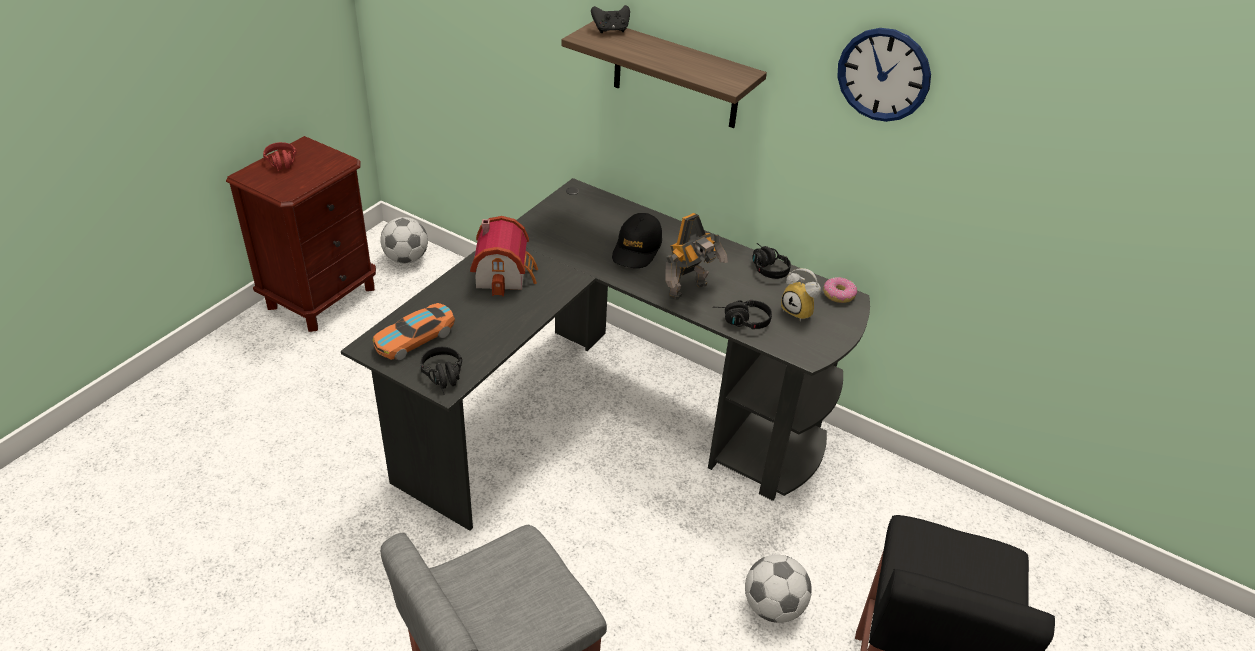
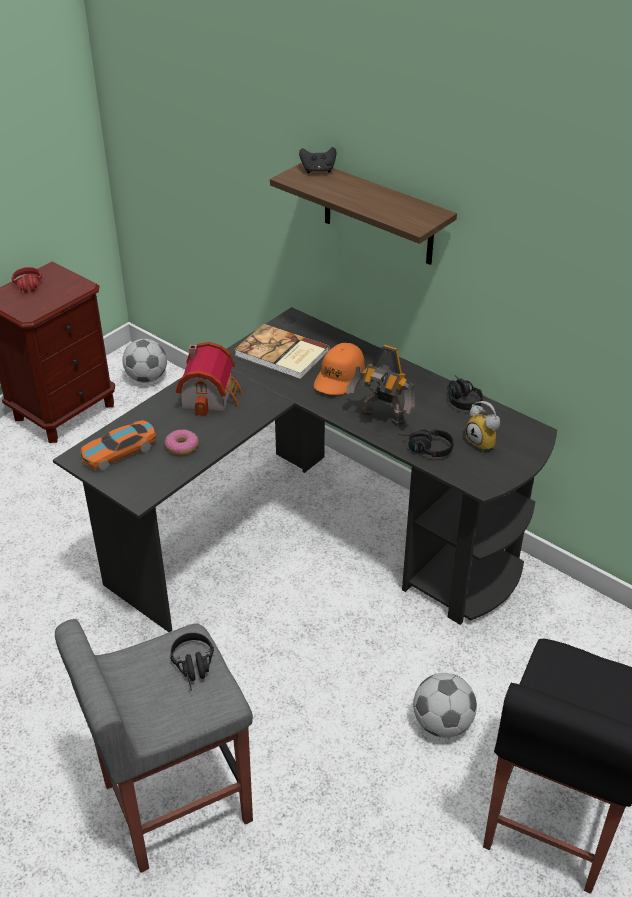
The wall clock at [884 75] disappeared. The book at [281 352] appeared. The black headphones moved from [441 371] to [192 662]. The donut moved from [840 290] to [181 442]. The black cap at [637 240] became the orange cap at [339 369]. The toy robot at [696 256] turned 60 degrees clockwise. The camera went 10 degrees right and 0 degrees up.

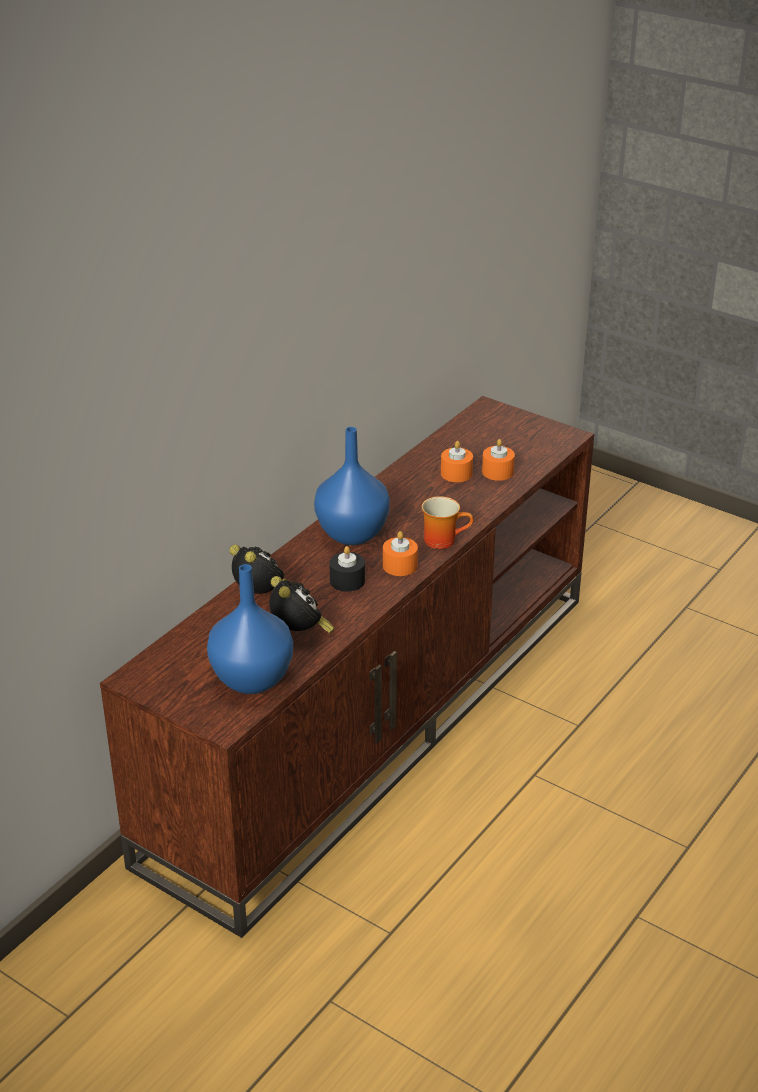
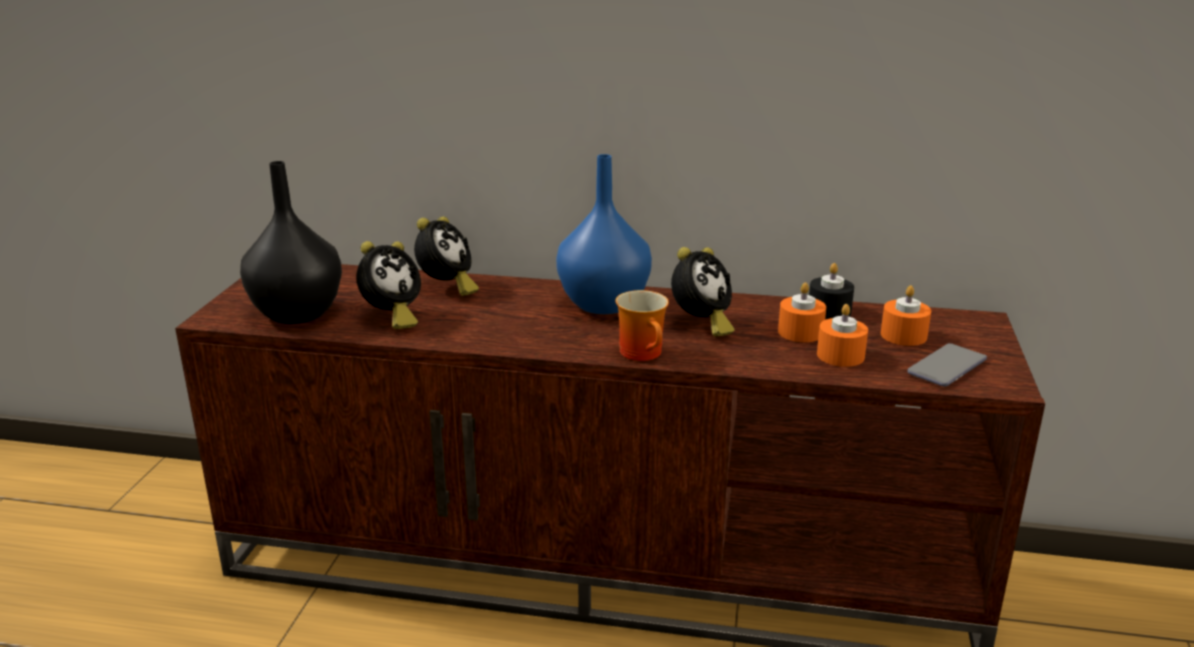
The alarm clock at [702 292] appeared. The phone at [947 365] appeared. The black candle moved from [347 569] to [831 291]. The orange candle moved from [400 553] to [906 315]. The blue vase at [250 629] became the black vase at [291 242]. The camera went 65 degrees right and 10 degrees down.

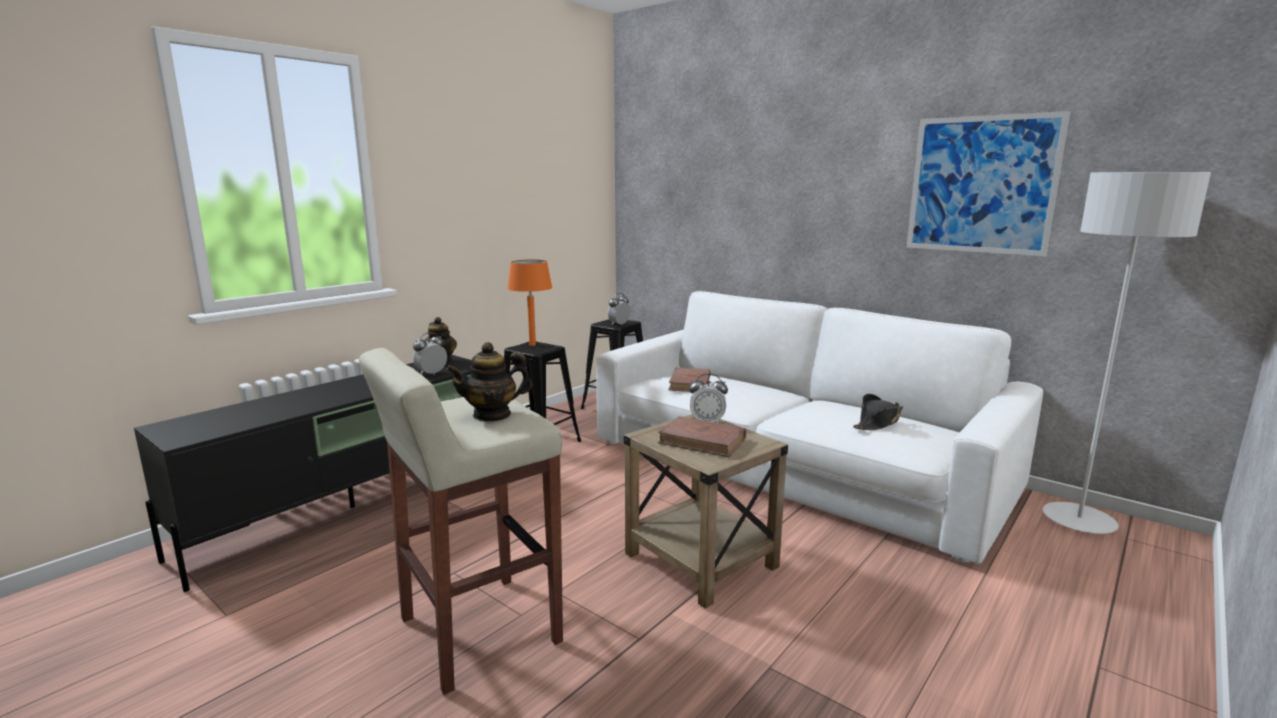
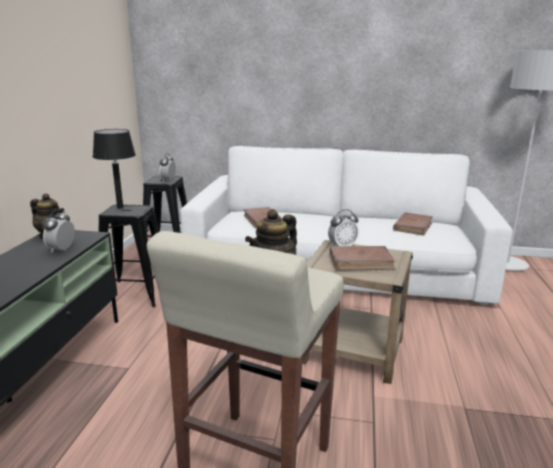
The picture at [988 183] disappeared. The black hat at [878 412] was replaced by the brown book at [413 223]. The orange table lamp at [530 303] became the black table lamp at [114 169]. The camera went 30 degrees left and 5 degrees up.

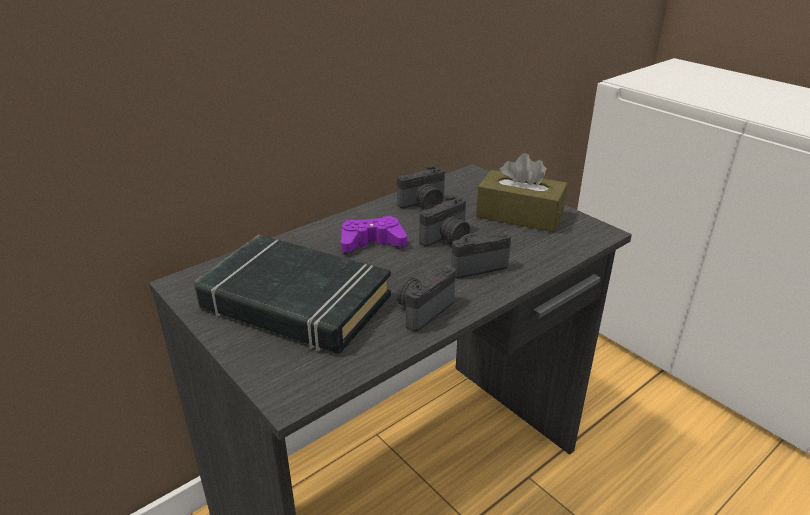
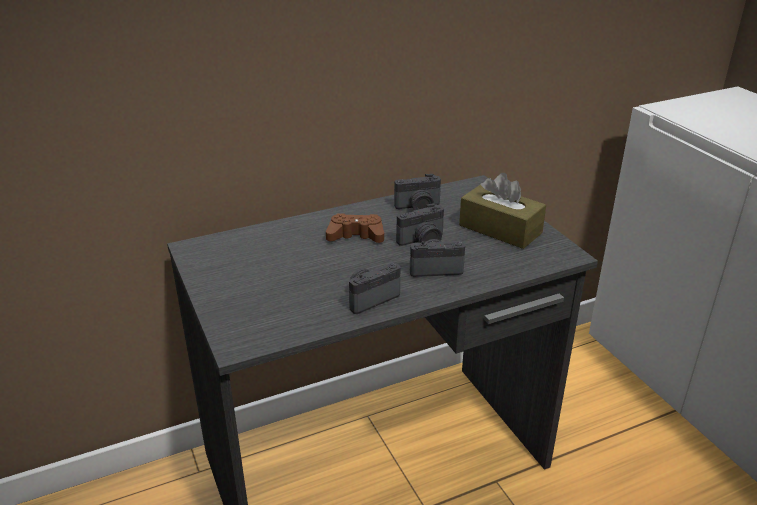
The black book at [292 294] disappeared. The purple game controller at [374 234] became the brown game controller at [355 228]. The camera went 15 degrees right and 0 degrees up.

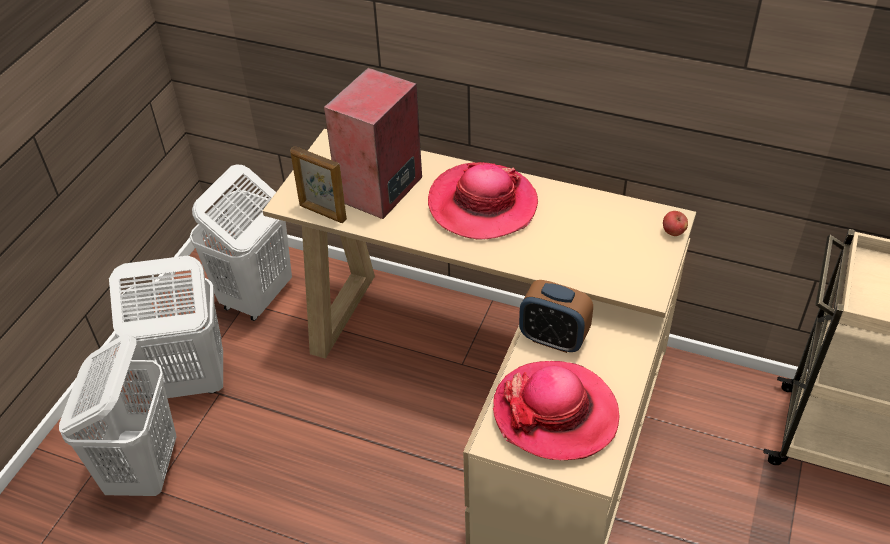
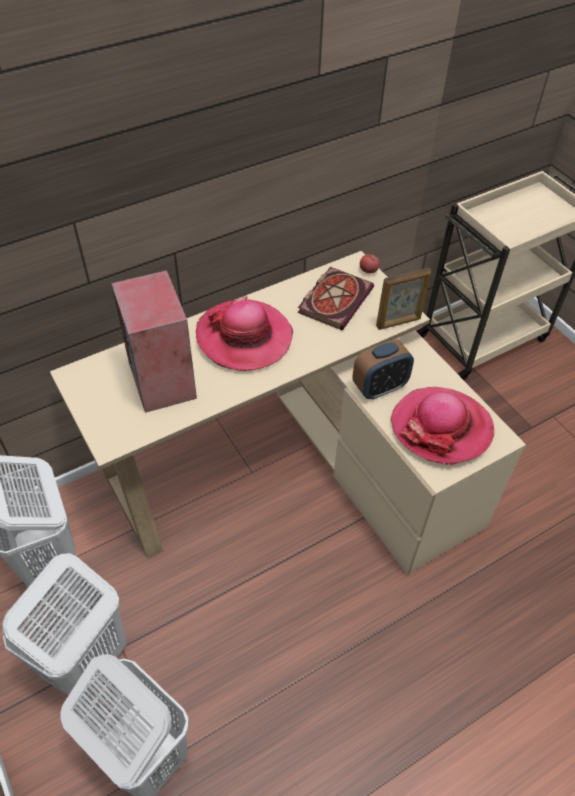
The book at [336 298] appeared. The picture frame moved from [318 184] to [403 299]. The camera went 55 degrees left and 5 degrees up.

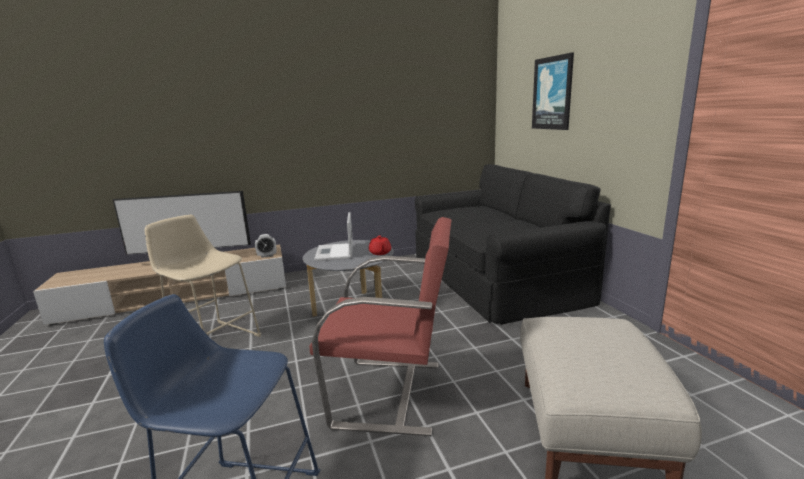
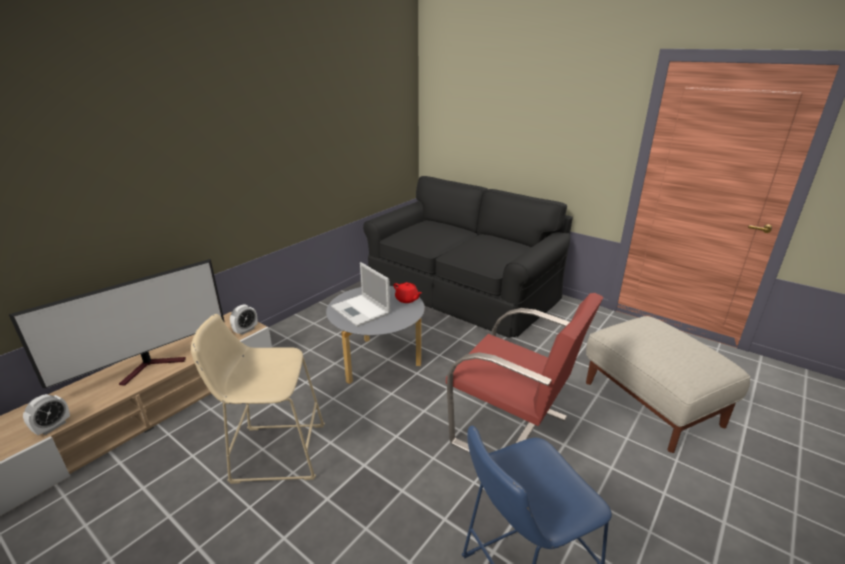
The picture at [553 91] disappeared. The alarm clock at [46 414] appeared. The red armchair at [381 326] turned 60 degrees clockwise. The camera went 35 degrees left and 10 degrees up.

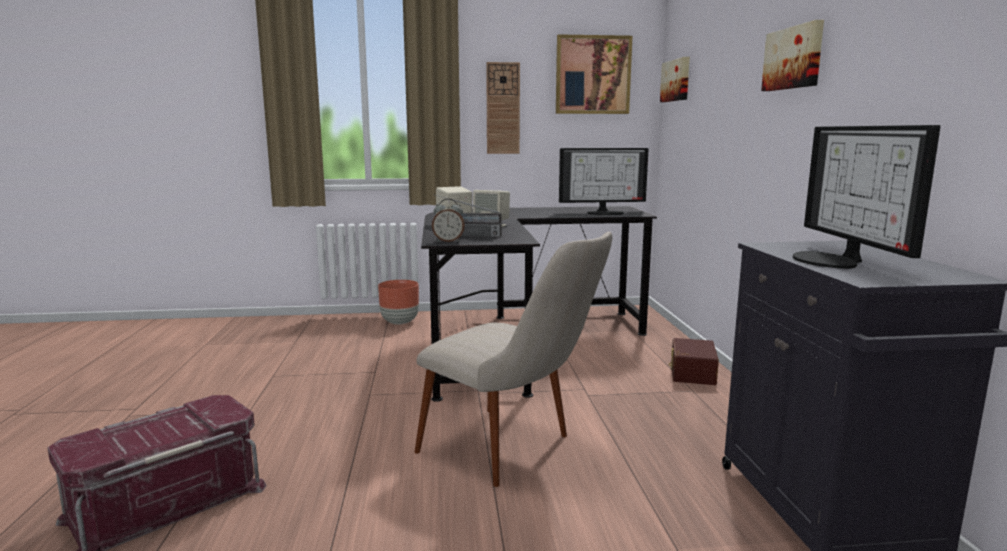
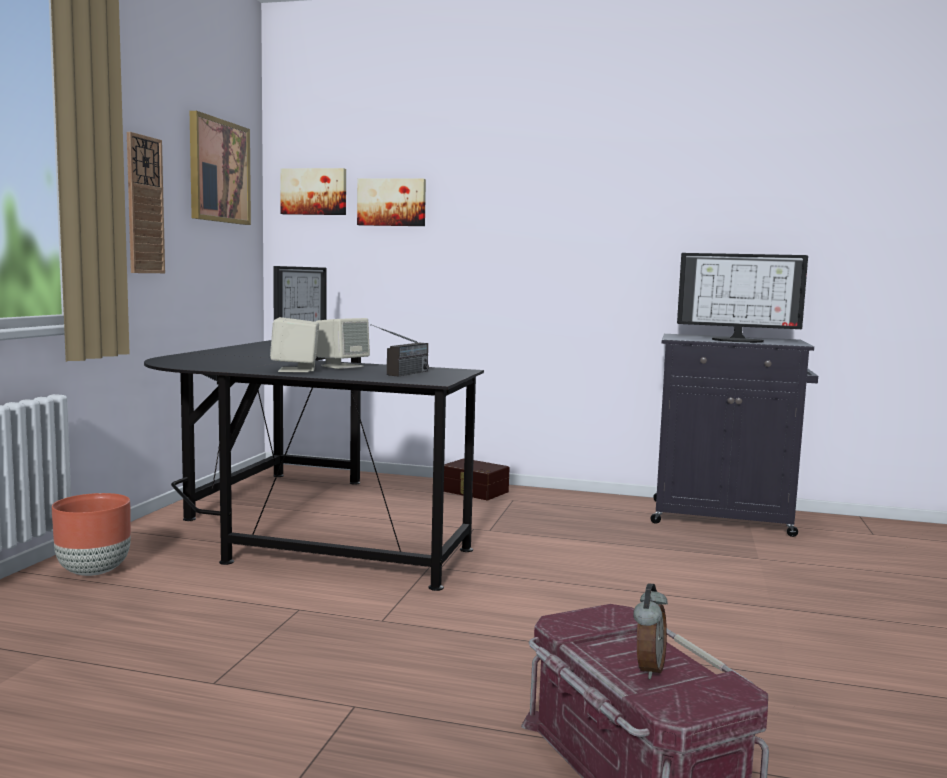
The beige chair at [513 359] disappeared. The alarm clock moved from [448 220] to [650 631]. The picture moved from [792 55] to [391 202]. The camera went 70 degrees left and 5 degrees down.

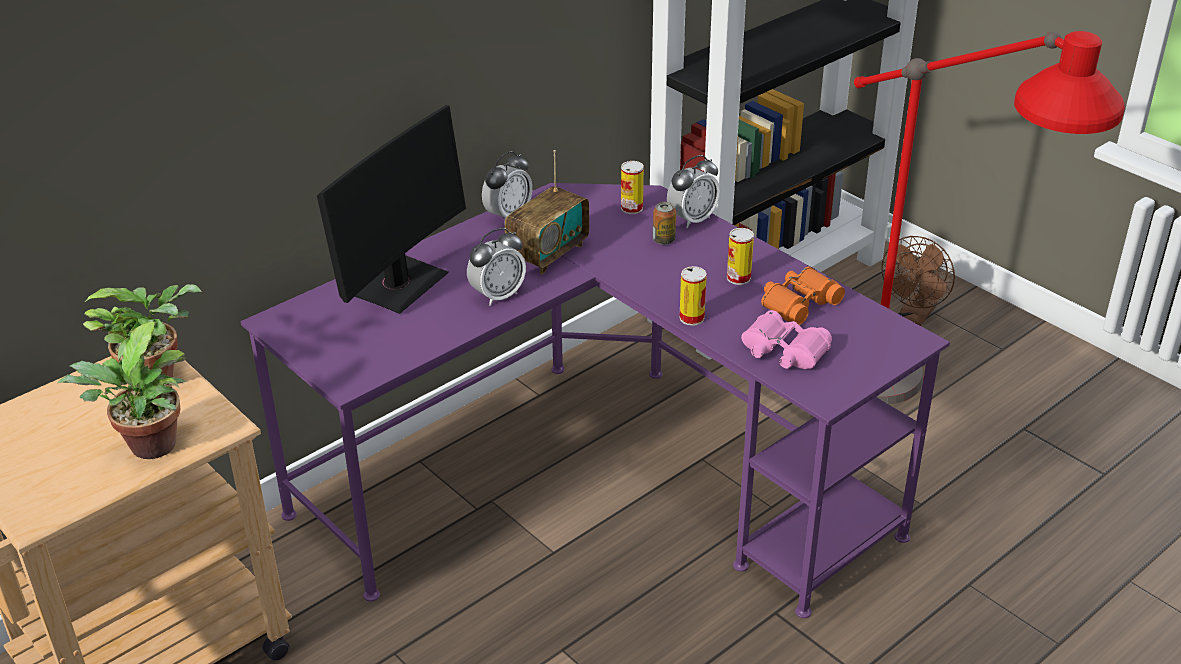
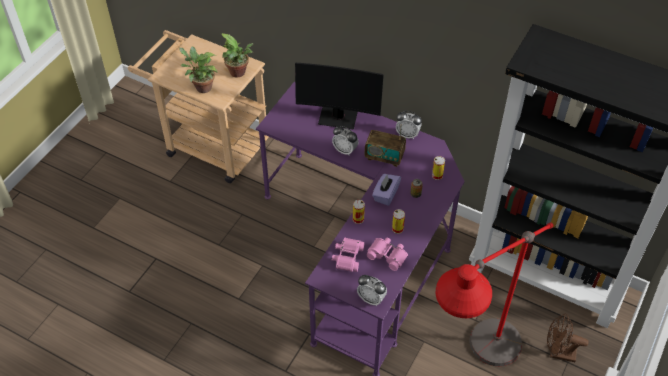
The purple tissue box at [386 190] appeared. The alarm clock moved from [693 191] to [372 290]. The orange binoculars at [803 296] became the pink binoculars at [387 254]. The camera went 70 degrees right and 15 degrees up.

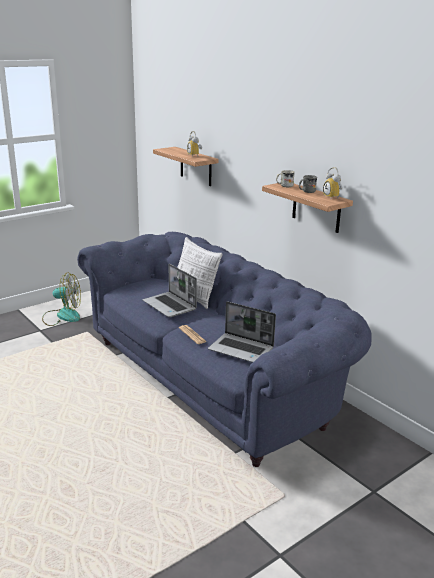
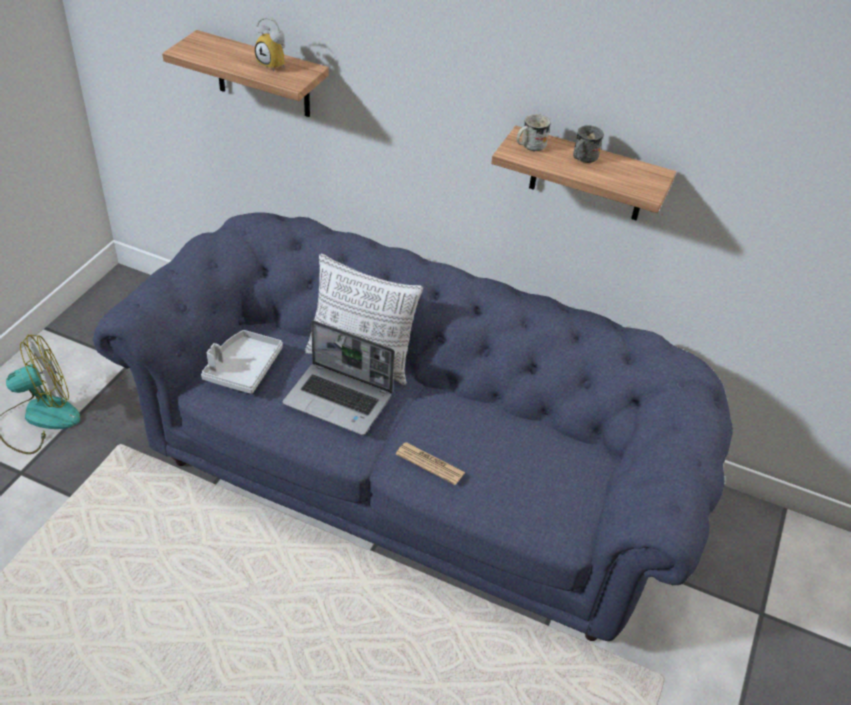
The laptop at [242 332] disappeared. The alarm clock at [332 182] disappeared. The grey tray at [242 362] appeared. The camera went 30 degrees left and 20 degrees up.

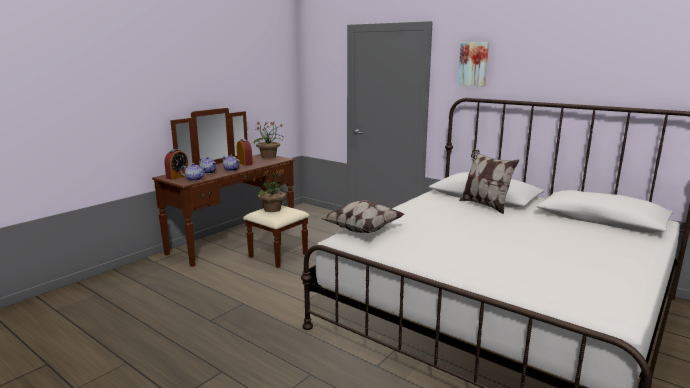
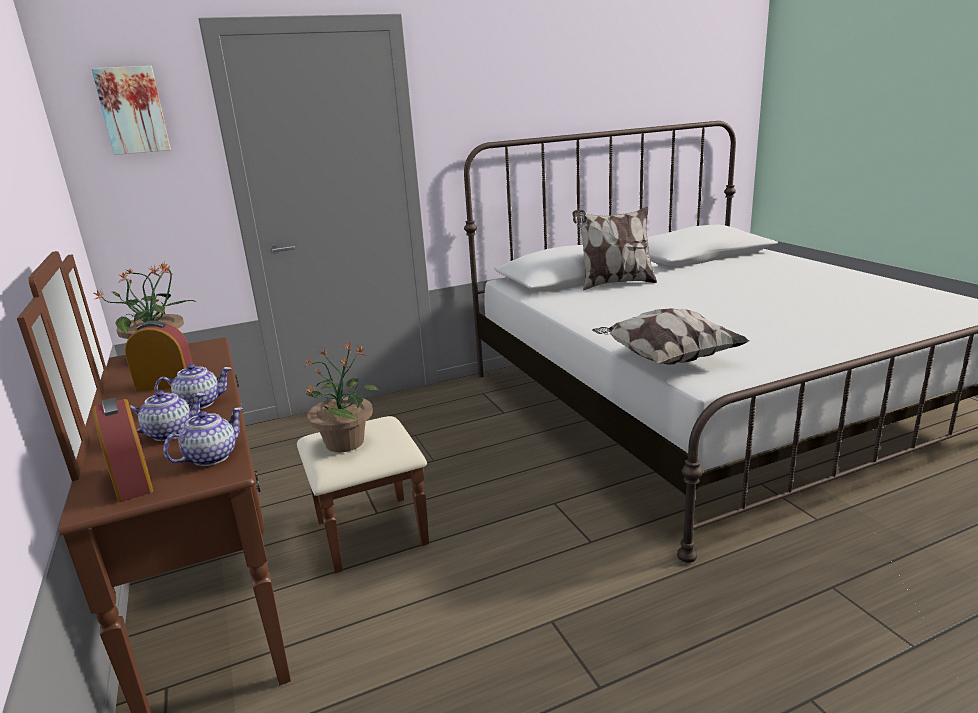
The picture moved from [473 64] to [131 110]. The camera went 60 degrees left and 5 degrees up.

